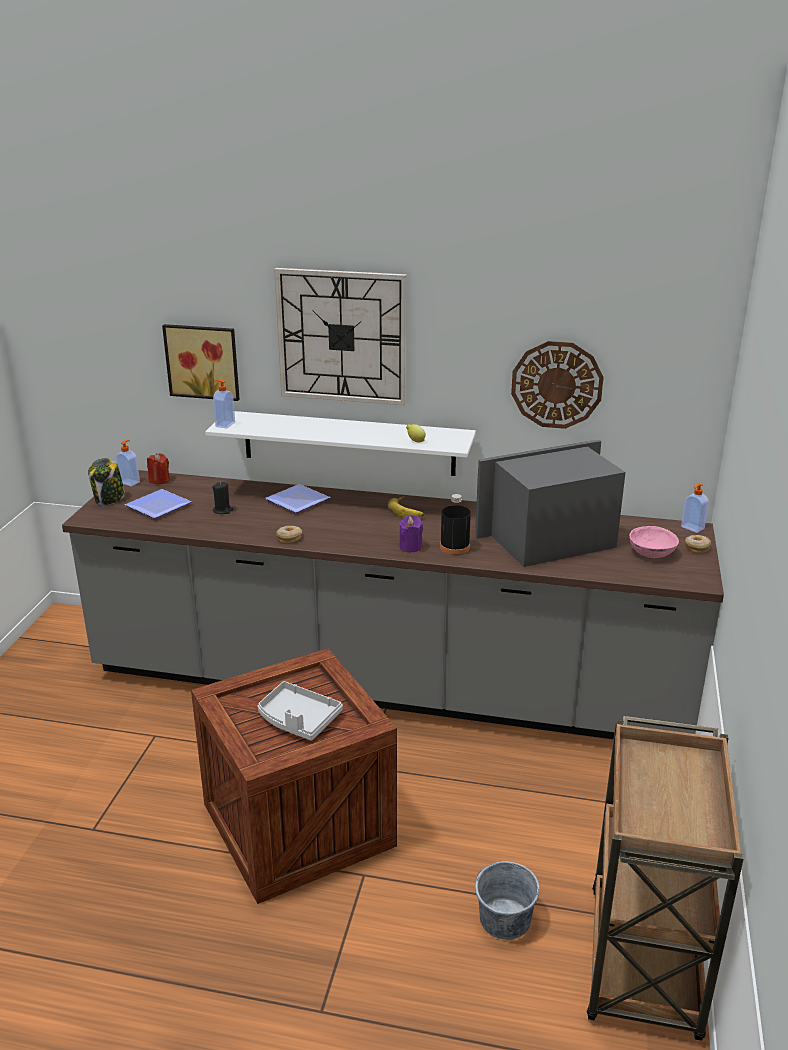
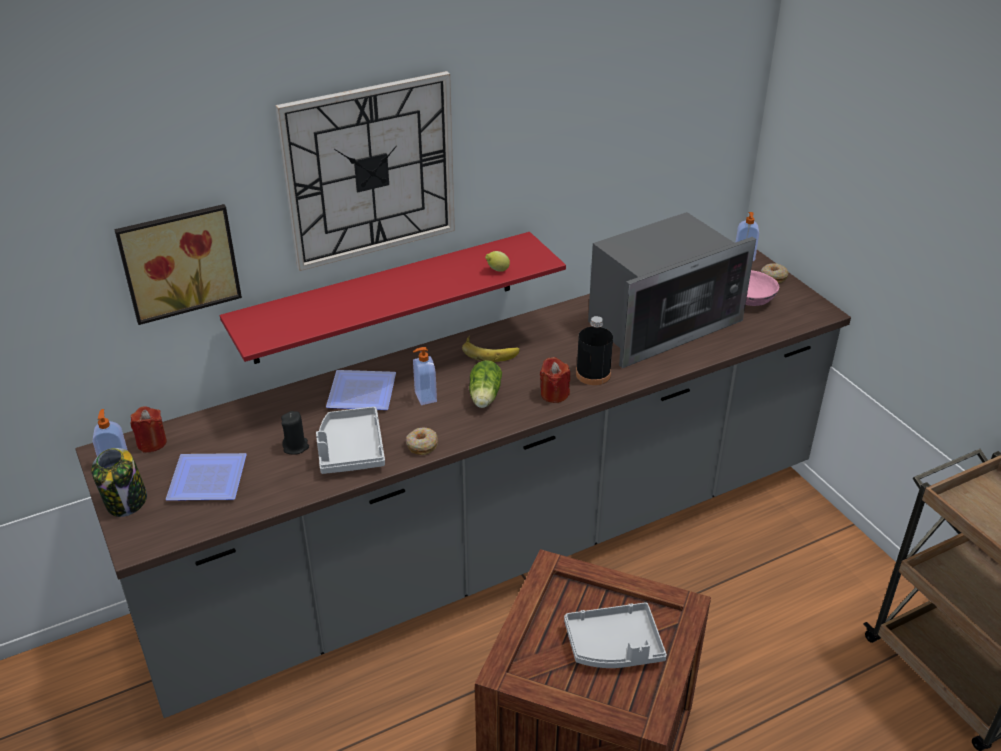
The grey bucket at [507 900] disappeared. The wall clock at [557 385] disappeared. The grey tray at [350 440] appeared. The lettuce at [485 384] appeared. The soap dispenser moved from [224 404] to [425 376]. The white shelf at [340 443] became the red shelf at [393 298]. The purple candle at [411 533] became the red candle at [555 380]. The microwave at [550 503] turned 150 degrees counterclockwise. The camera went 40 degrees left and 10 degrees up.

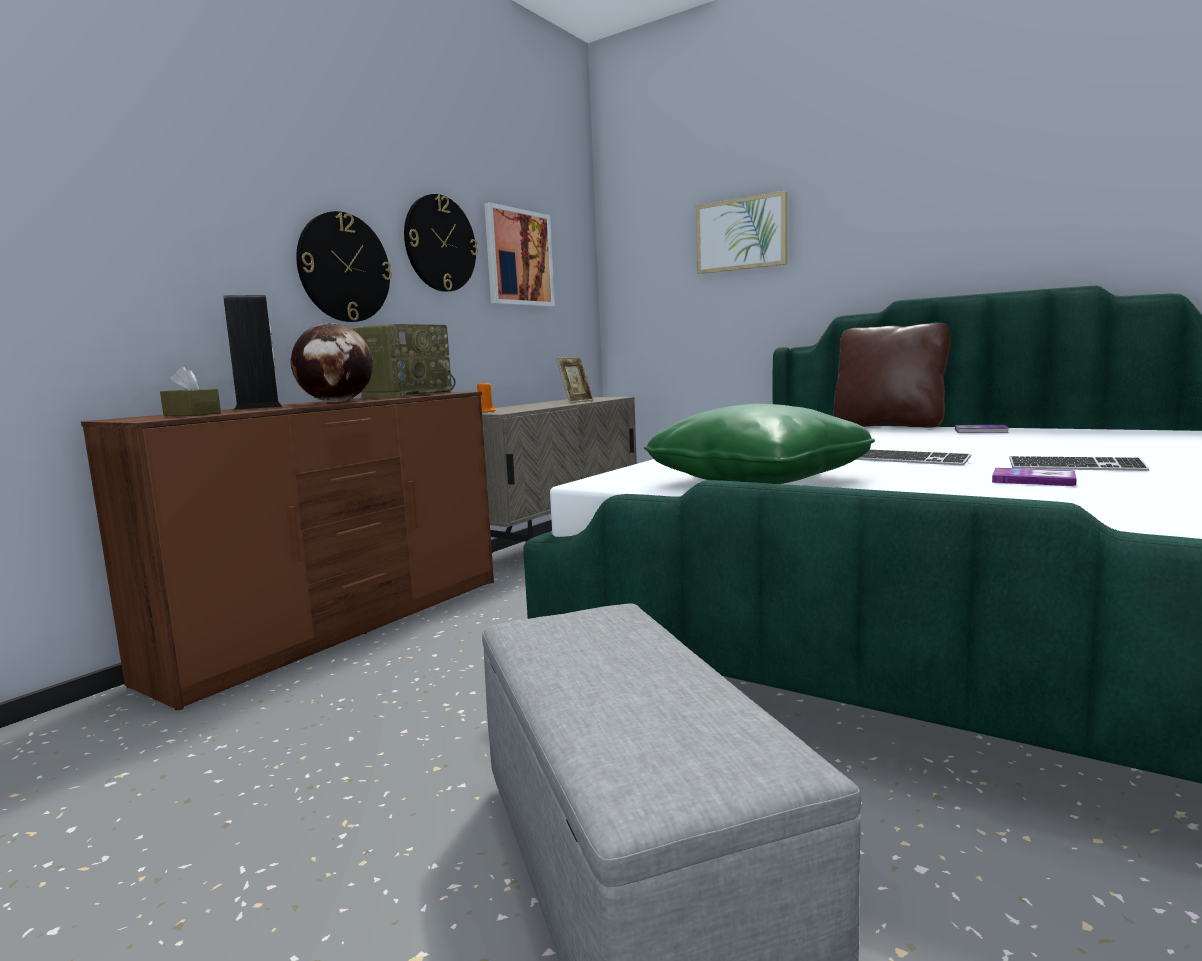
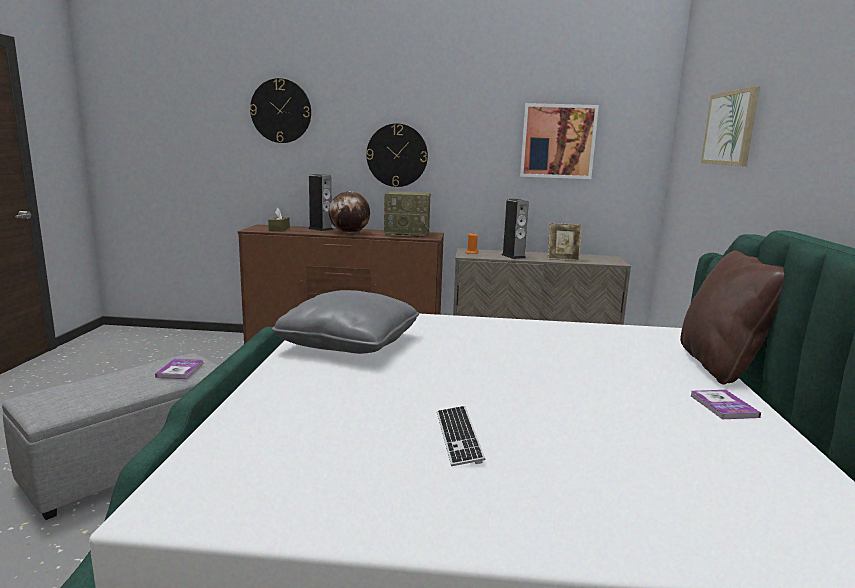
The keyboard at [913 458] disappeared. The speaker at [515 229] appeared. The wall clock moved from [441 243] to [280 110]. The book moved from [1034 476] to [179 369]. The green pillow at [759 444] became the grey pillow at [345 322]. The camera went 60 degrees right and 5 degrees up.

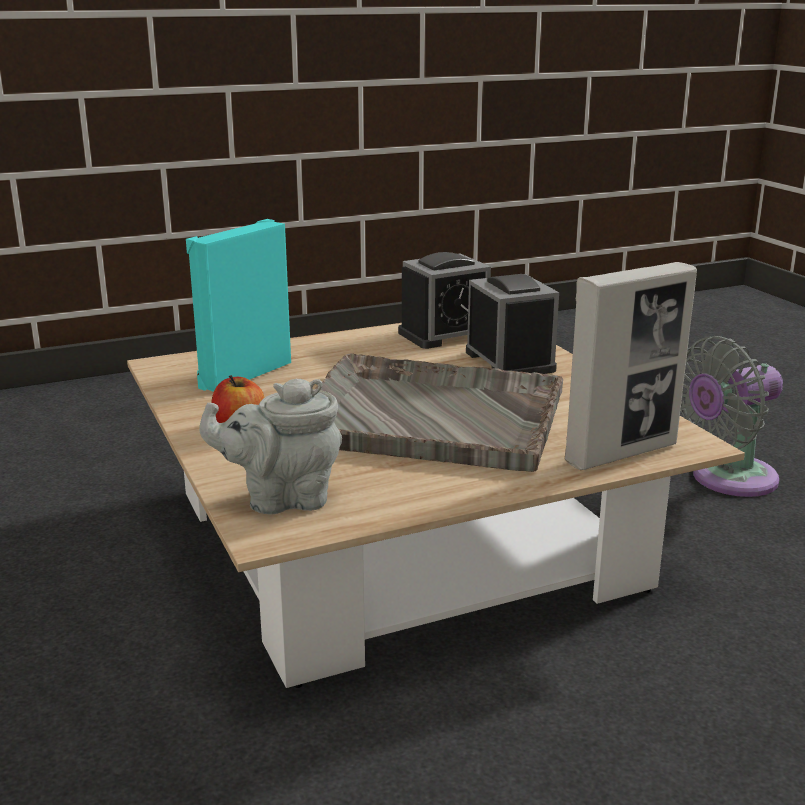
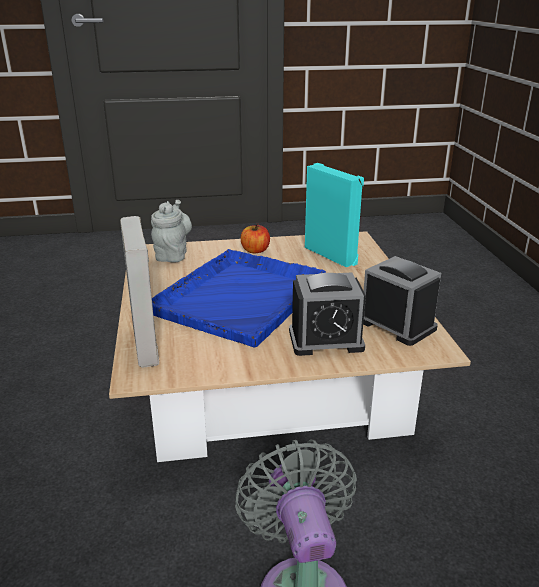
The grey tray at [439 412] became the blue tray at [239 298]. The alarm clock at [444 300] turned 150 degrees clockwise. The camera went 105 degrees right and 5 degrees up.

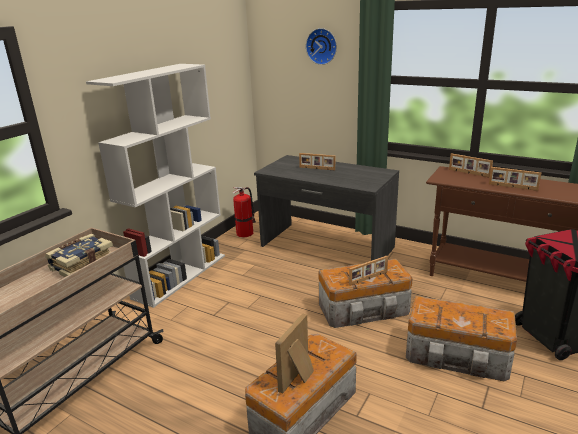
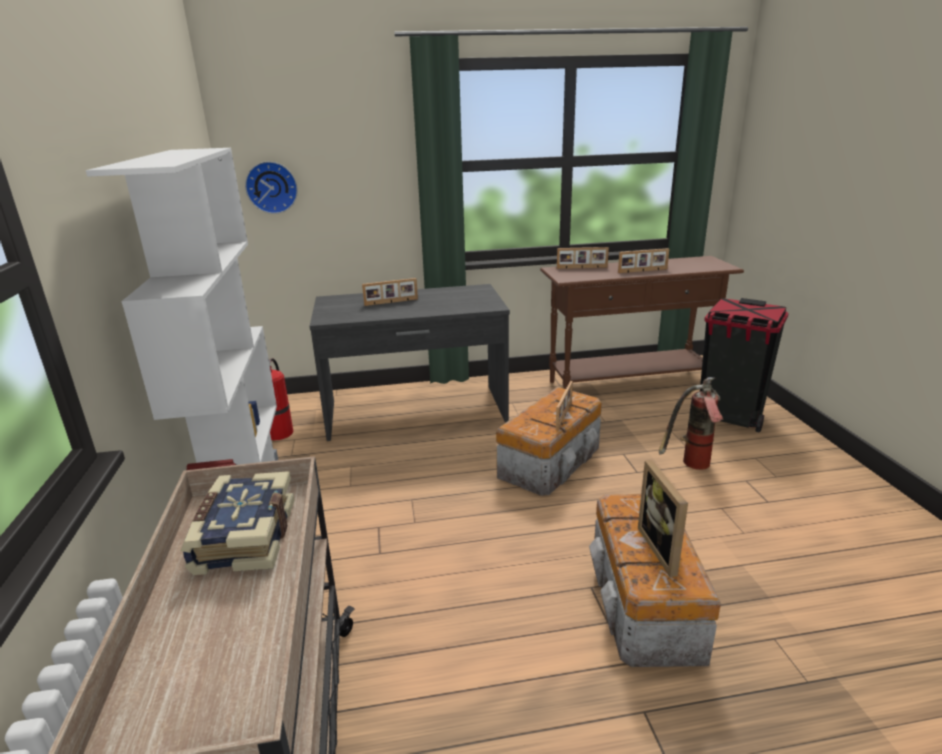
The wall clock moved from [321 46] to [271 187]. The storage box at [461 338] was replaced by the fire extinguisher at [691 423]. The camera went 40 degrees left and 0 degrees up.

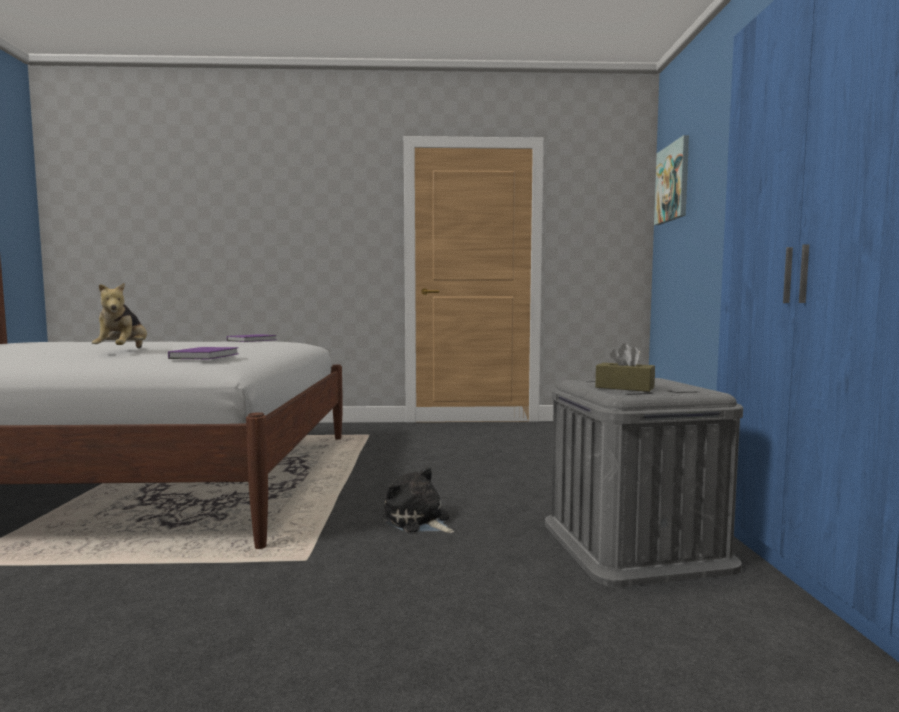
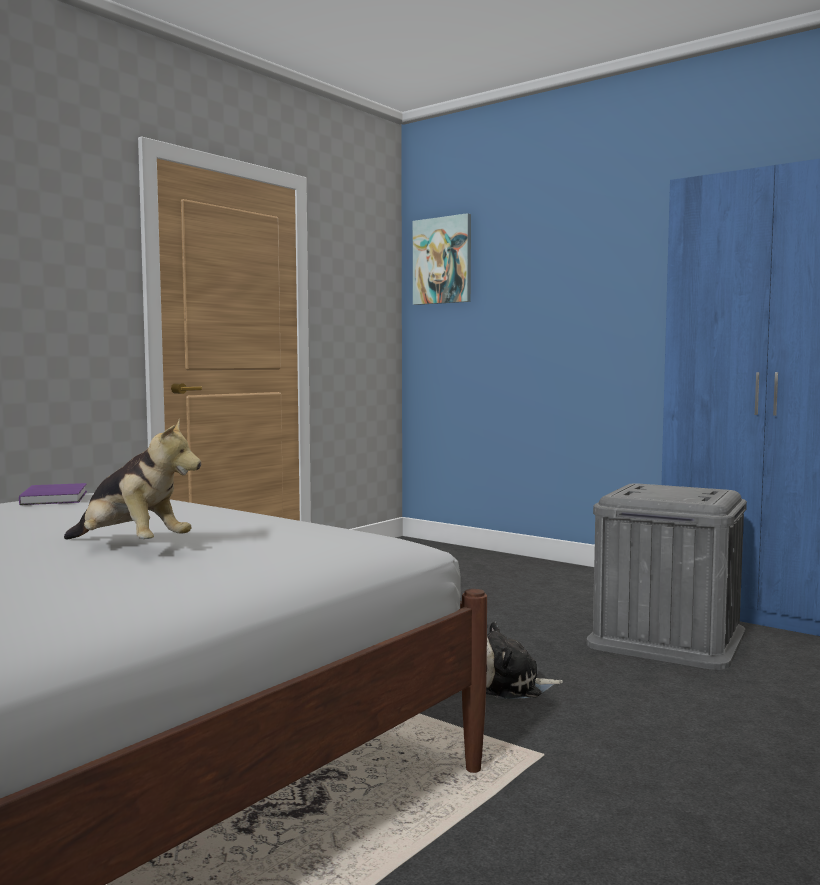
The purple book at [203 353] disappeared. The brown tissue box at [625 367] disappeared. The camera went 50 degrees left and 0 degrees up.

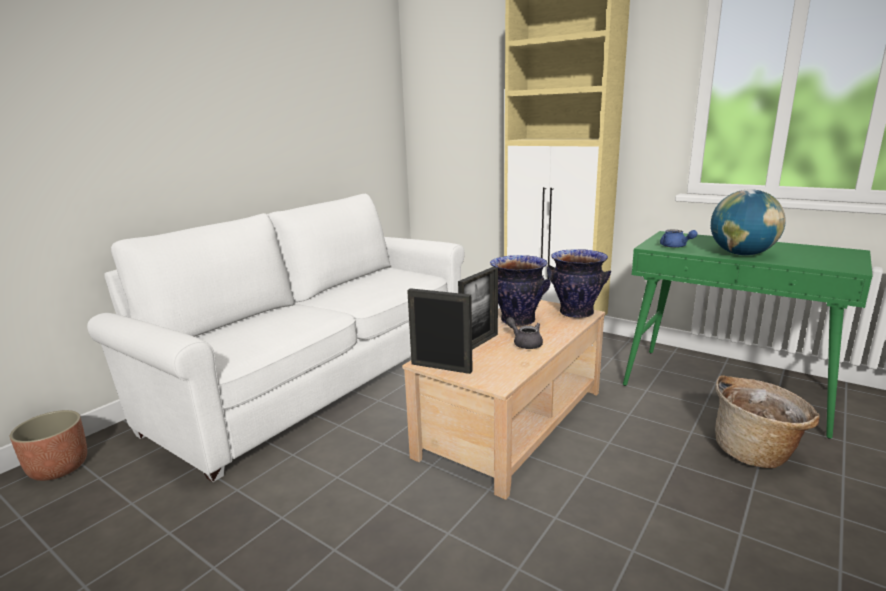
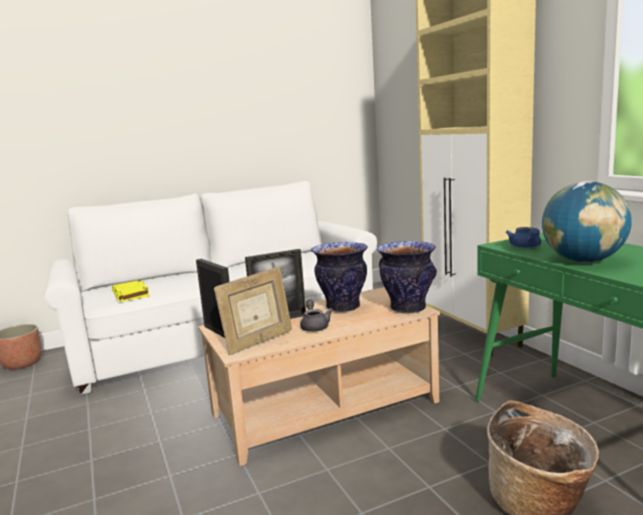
The yellow book at [131 291] appeared. The picture frame at [253 311] appeared. The camera went 30 degrees right and 5 degrees down.

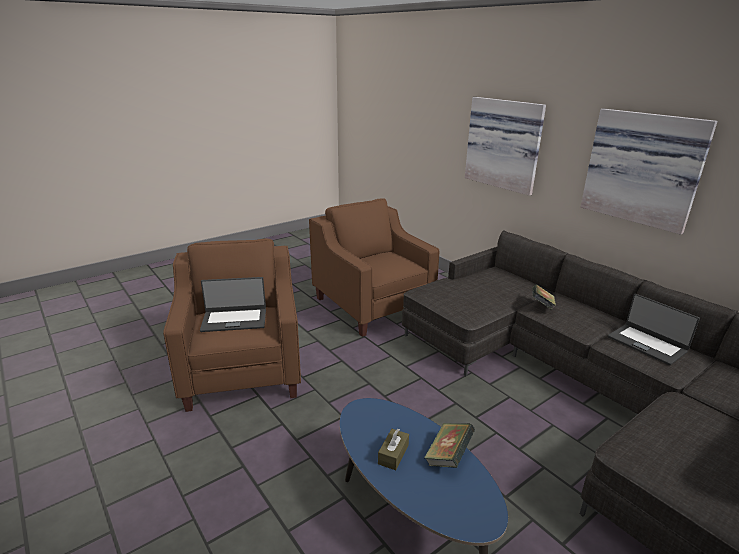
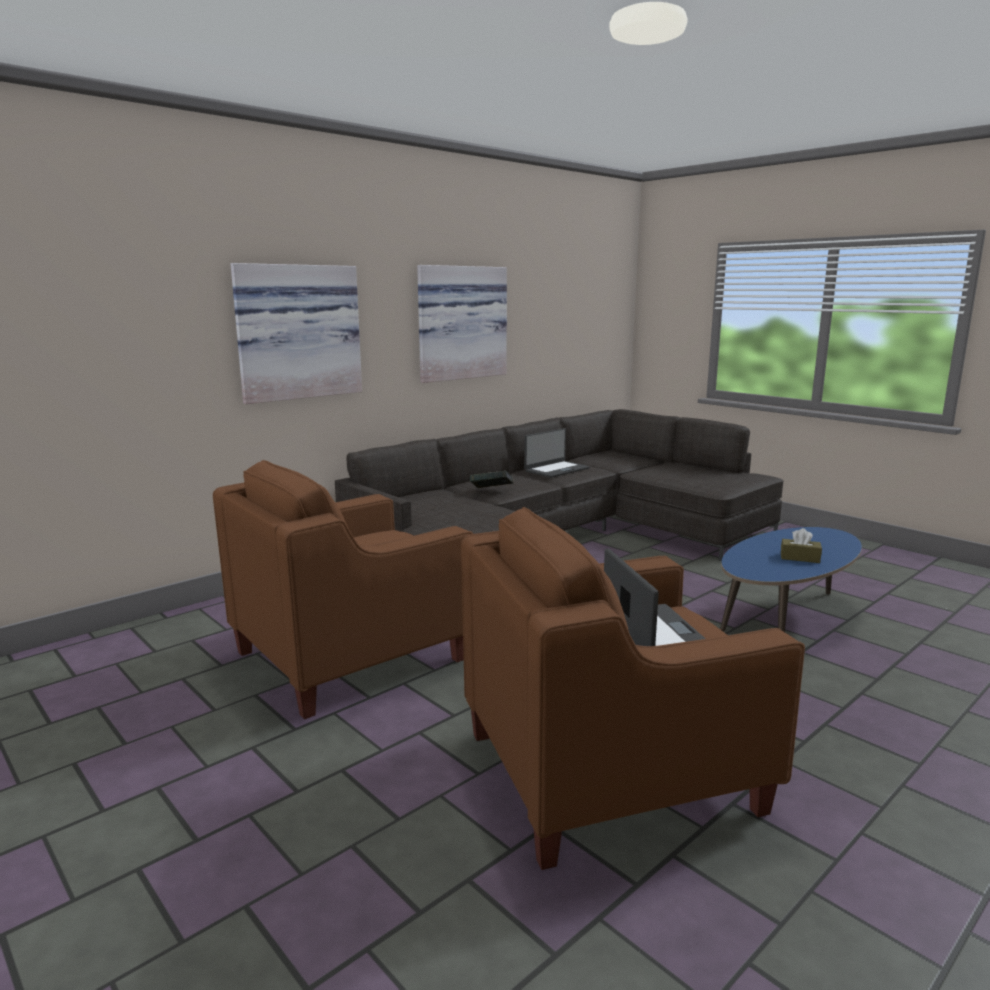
The book at [449 445] disappeared. The camera went 95 degrees left and 10 degrees down.

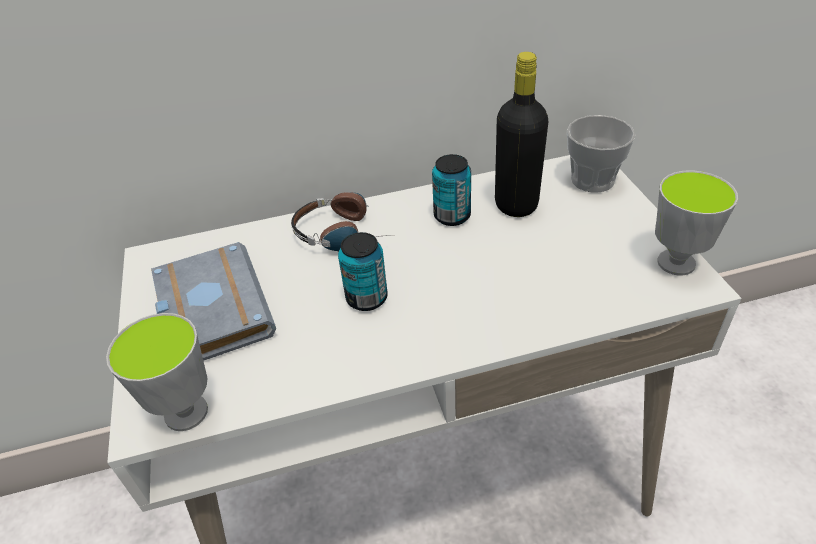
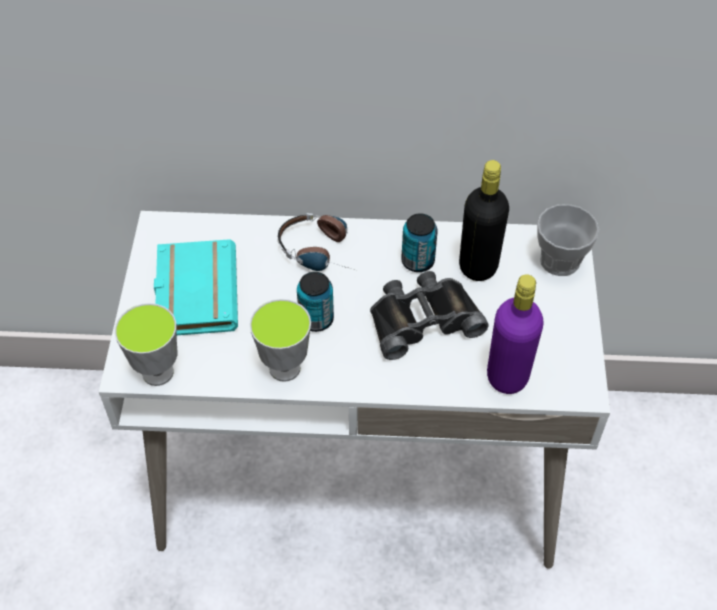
The black binoculars at [429 315] appeared. The purple bottle at [515 334] appeared. The cup moved from [696 222] to [280 340]. The grey book at [213 301] became the turquoise book at [196 287]. The camera went 15 degrees right and 10 degrees up.

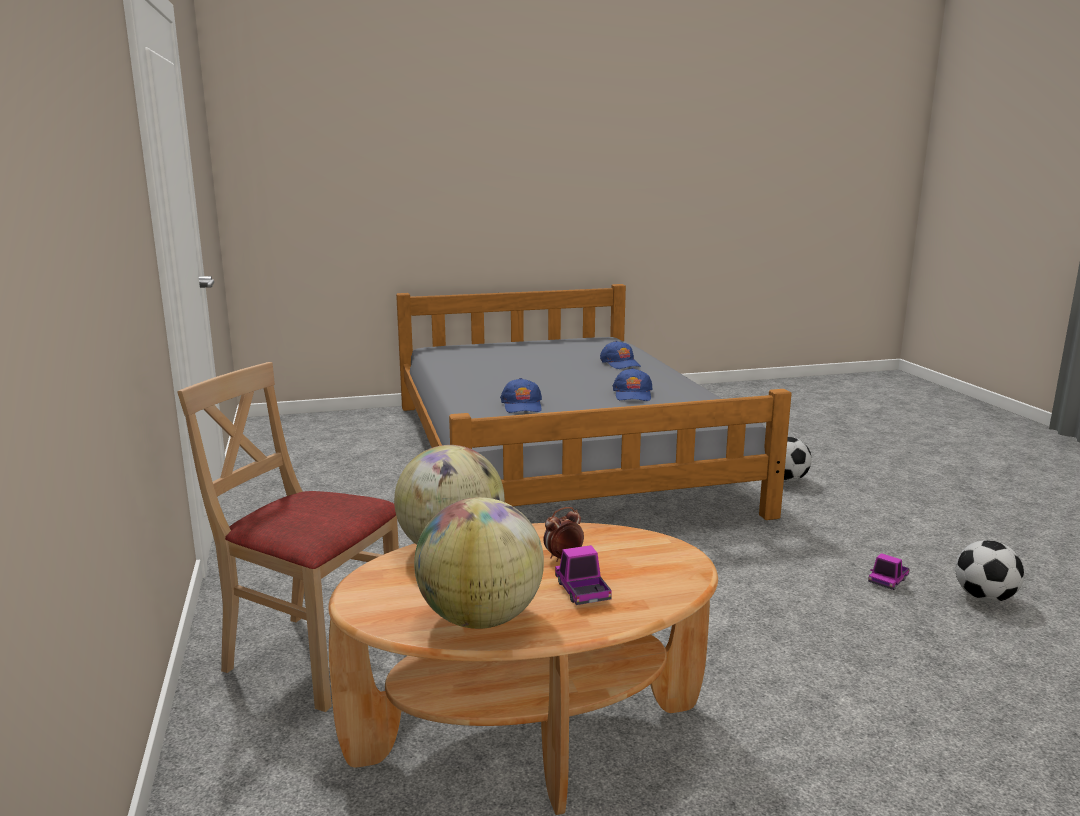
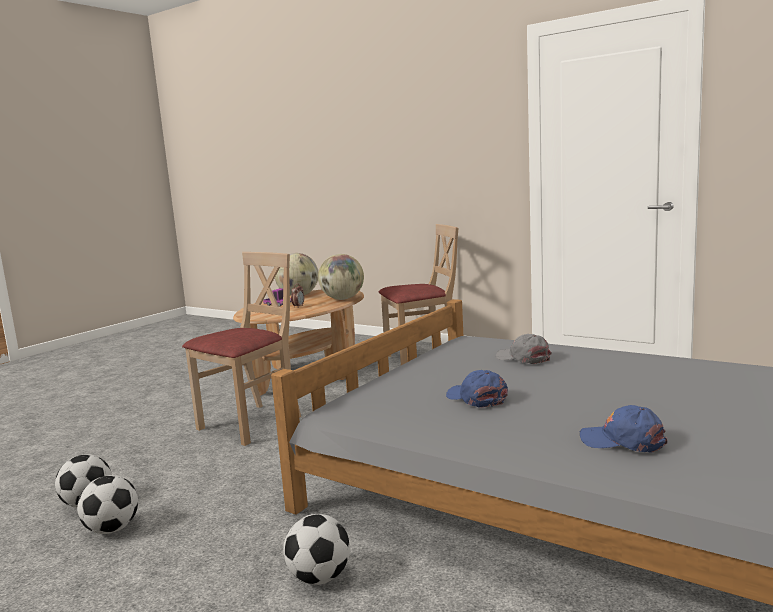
The toy truck at [889 571] disappeared. The football at [107 504] appeared. The beige chair at [241 349] appeared. The blue cap at [521 395] became the grey cap at [524 349]. The camera went 140 degrees right and 5 degrees down.

